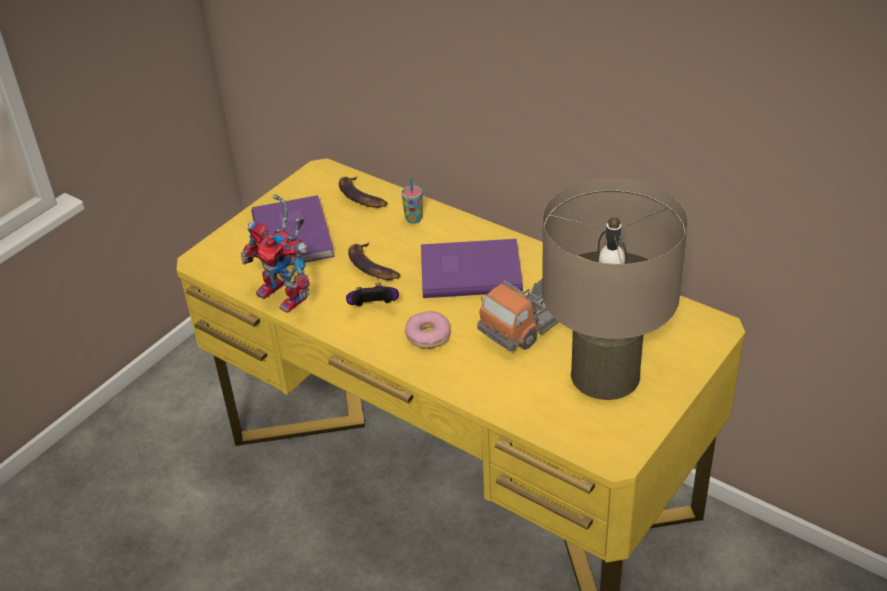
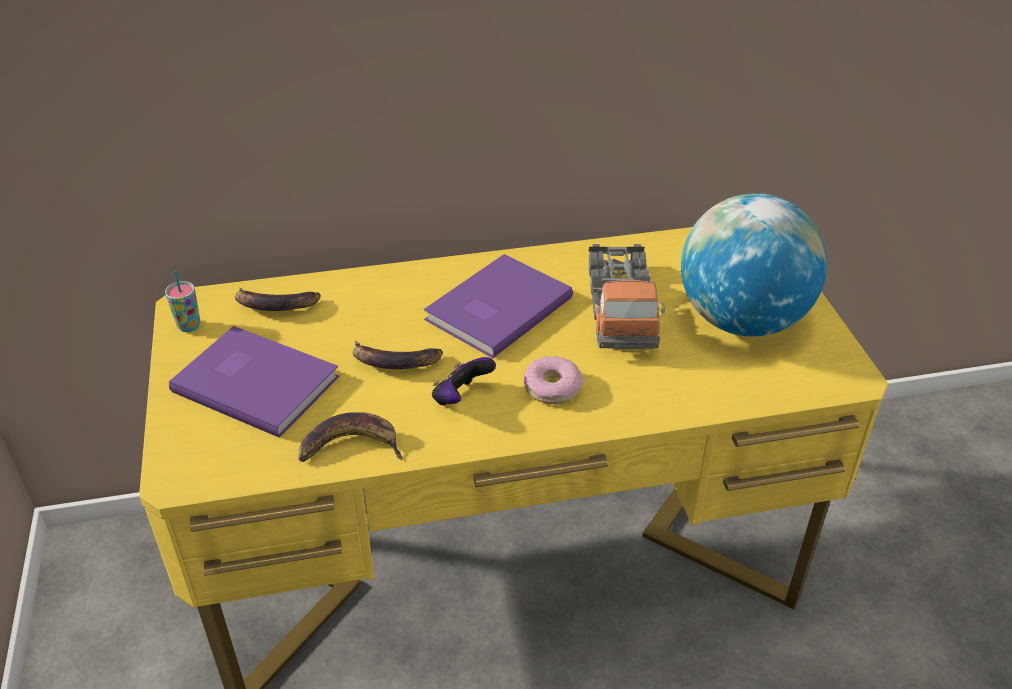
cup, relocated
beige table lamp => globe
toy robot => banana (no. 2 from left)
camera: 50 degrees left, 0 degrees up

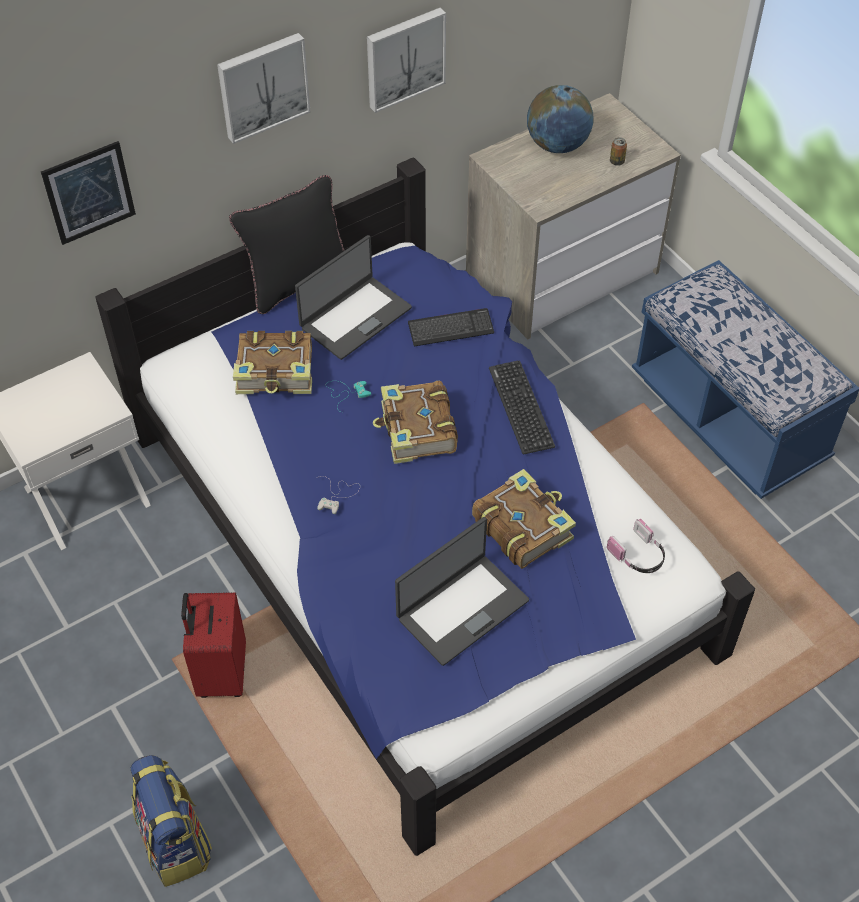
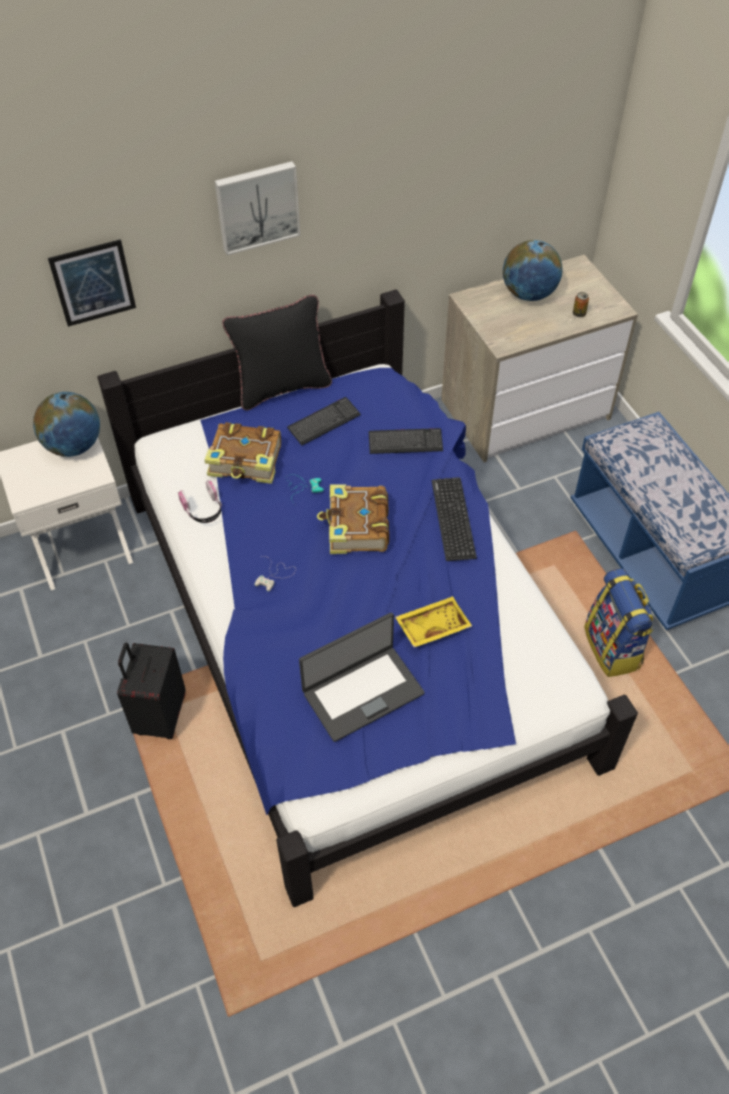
picture (no. 3 from left) => nothing
laptop (no. 1 from left) => keyboard (no. 1 from left)
book (no. 3 from left) => yellow tray
headphones, relocated
red suitcase => black suitcase
backpack, relocated
nothing => globe (no. 1 from left)
camera: 10 degrees right, 0 degrees up

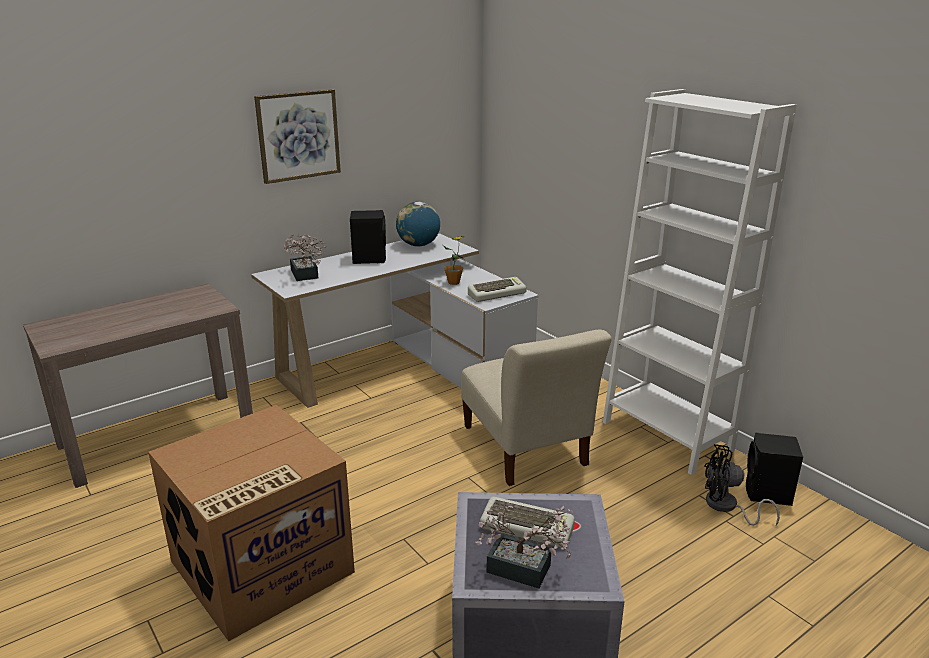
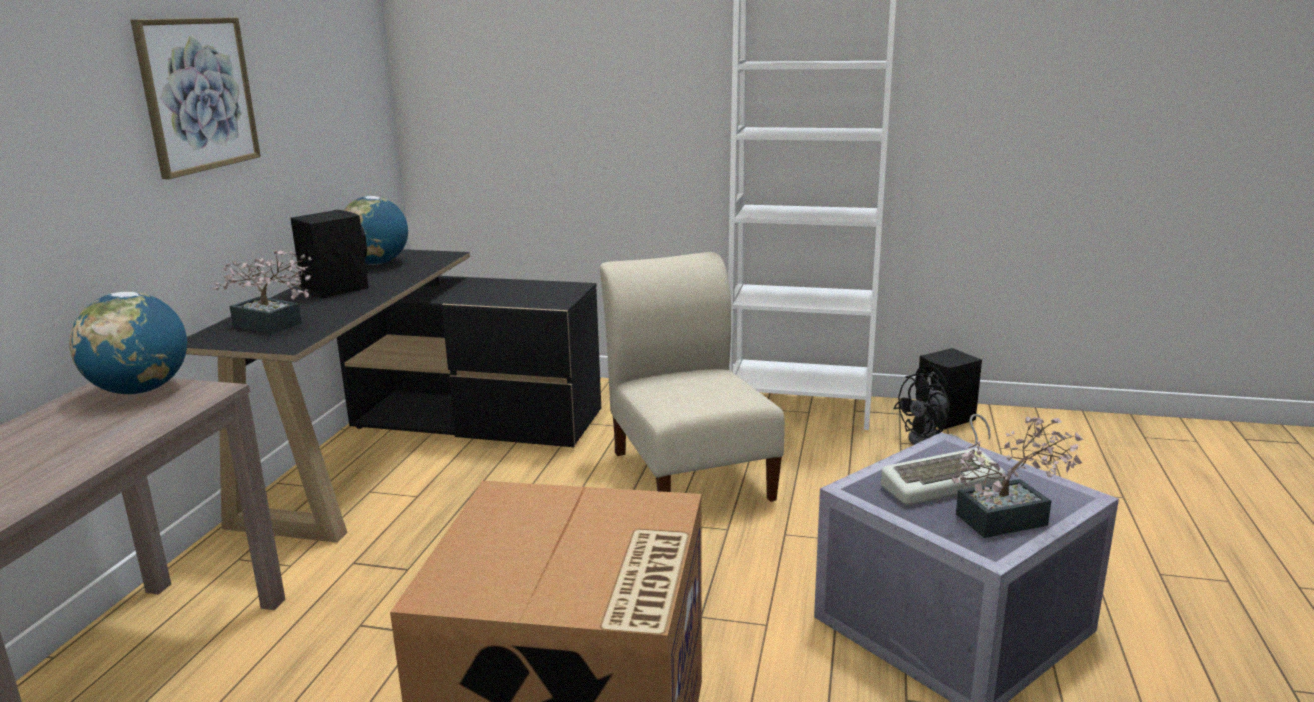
white desk => black desk
potted plant (no. 2 from left) => nothing
keyboard (no. 1 from left) => nothing
beige chair, 135 degrees counterclockwise
nothing => globe (no. 1 from left)
camera: 40 degrees left, 5 degrees down

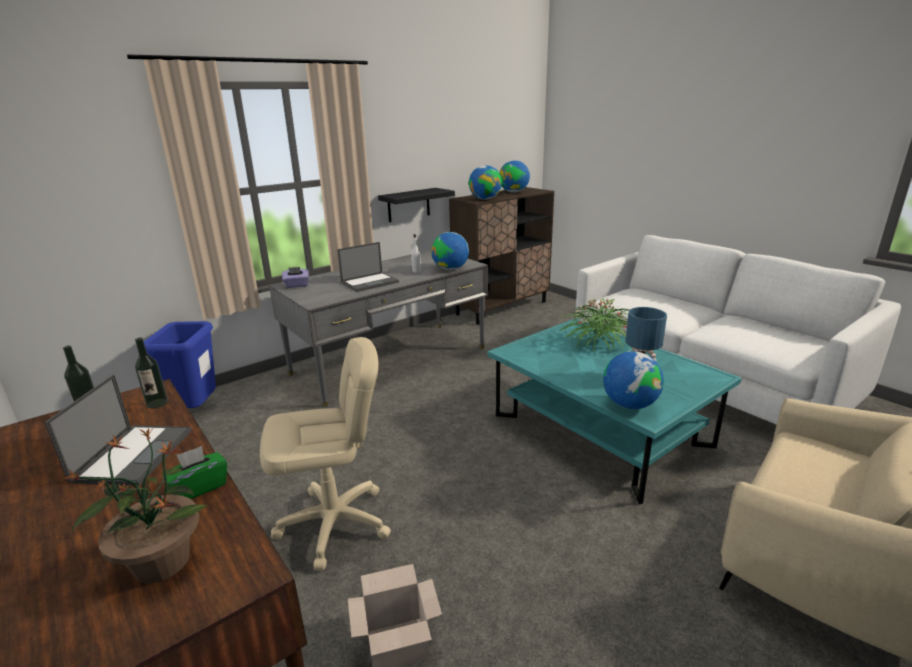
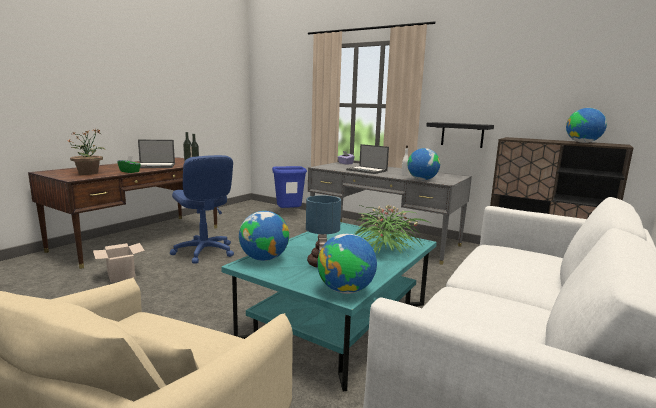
globe (no. 2 from left), relocated
beige office chair => blue office chair
camera: 70 degrees right, 10 degrees down

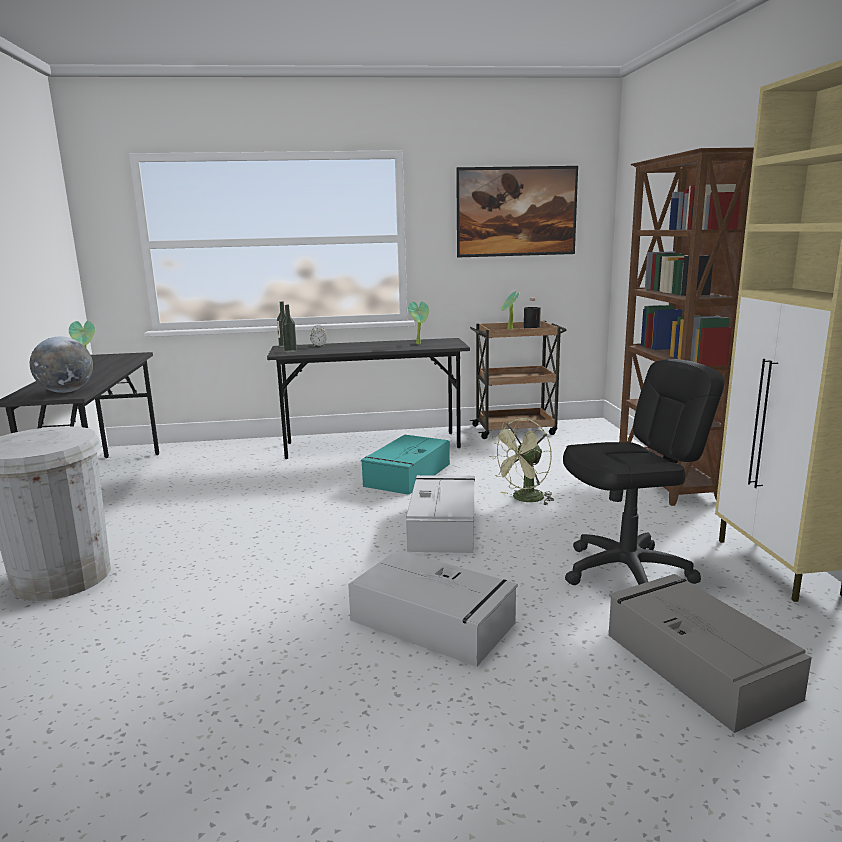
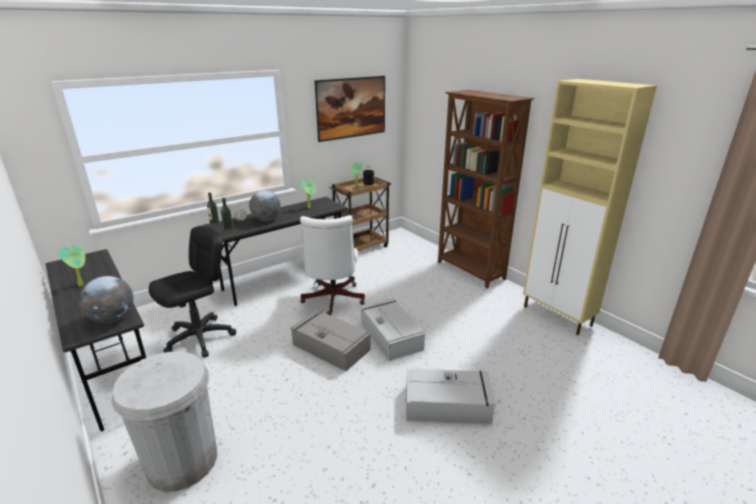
black office chair, relocated
green fan => nothing
turquoise storage box => white office chair
grey storage box (no. 3 from left in the first image) => grey storage box (no. 1 from left), relocated
nothing => globe (no. 2 from left)
camera: 30 degrees left, 10 degrees up

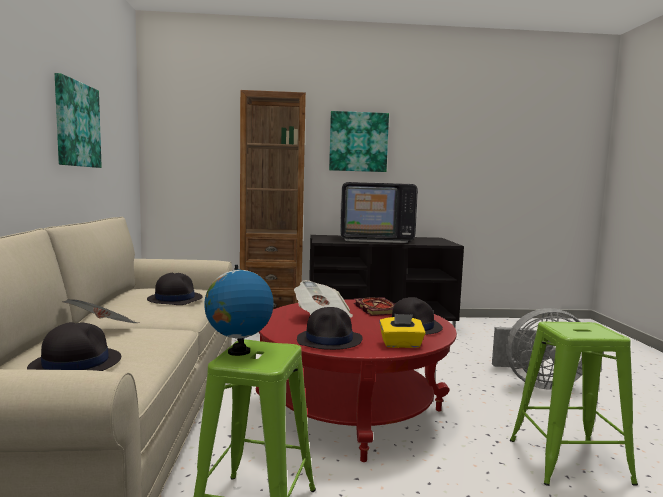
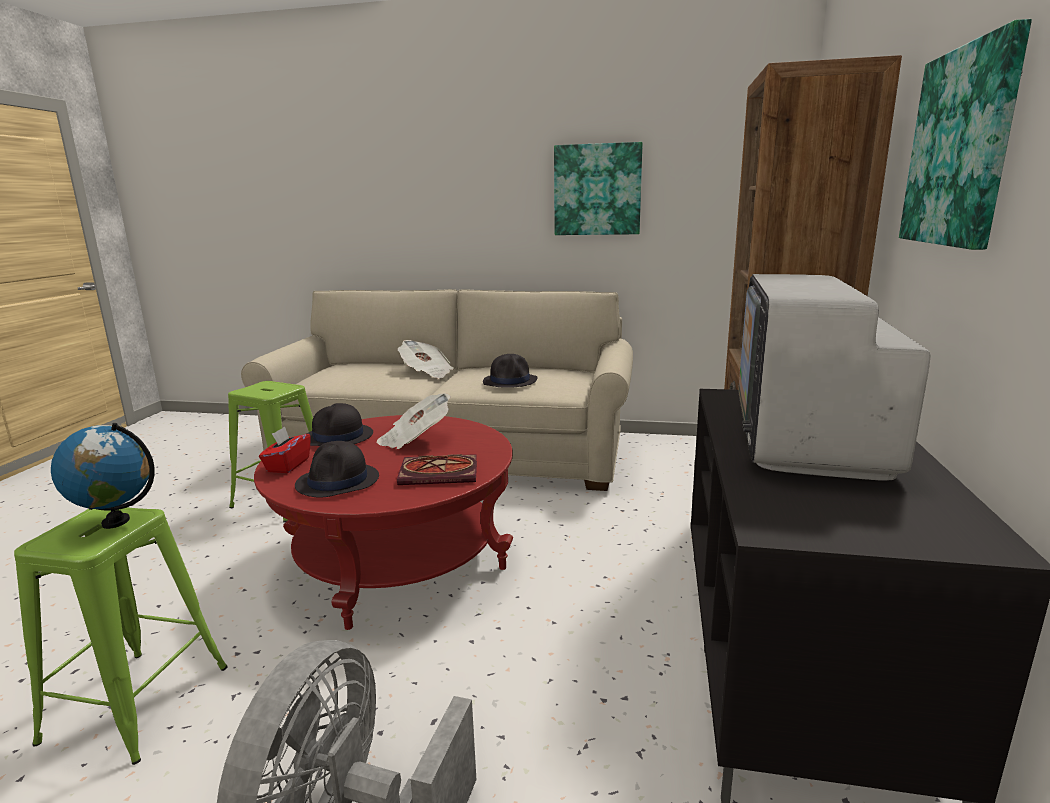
globe, relocated
yellow tissue box => red tissue box
black hat (no. 1 from left) => nothing
camera: 105 degrees right, 10 degrees up

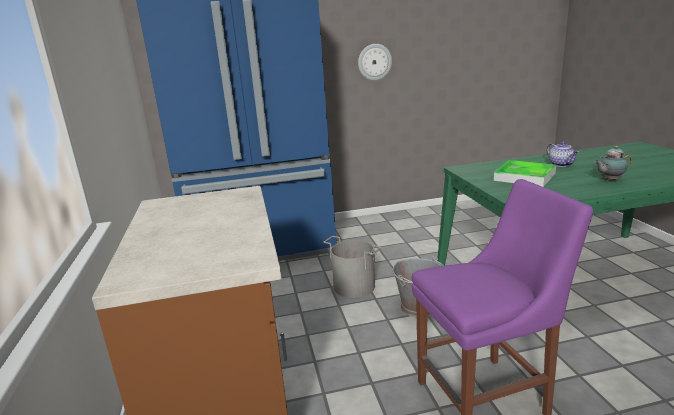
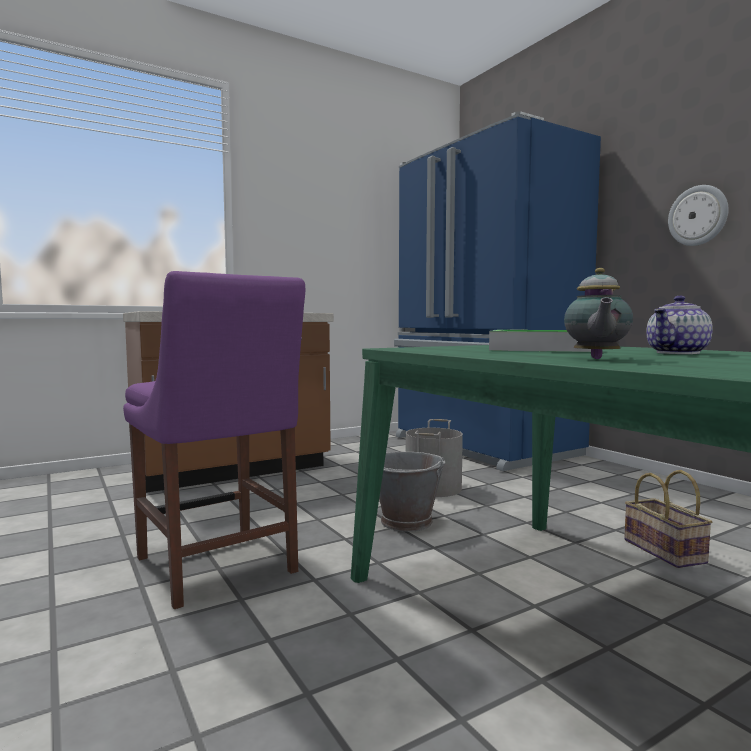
teapot (no. 2 from left in the first image) => teapot (no. 1 from left), 135 degrees counterclockwise
nothing => basket
camera: 70 degrees right, 15 degrees down

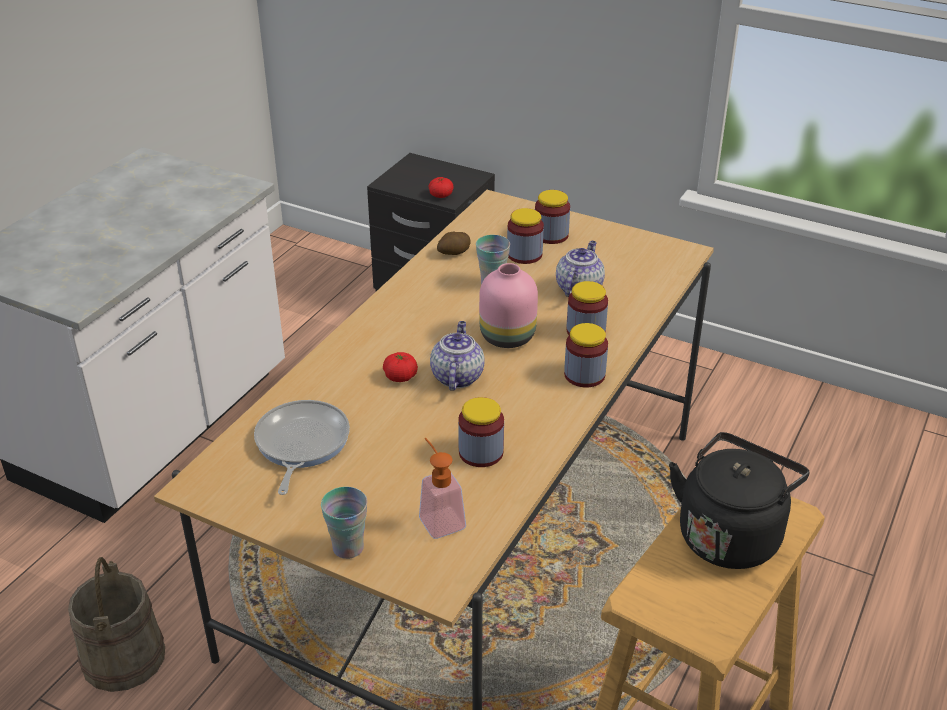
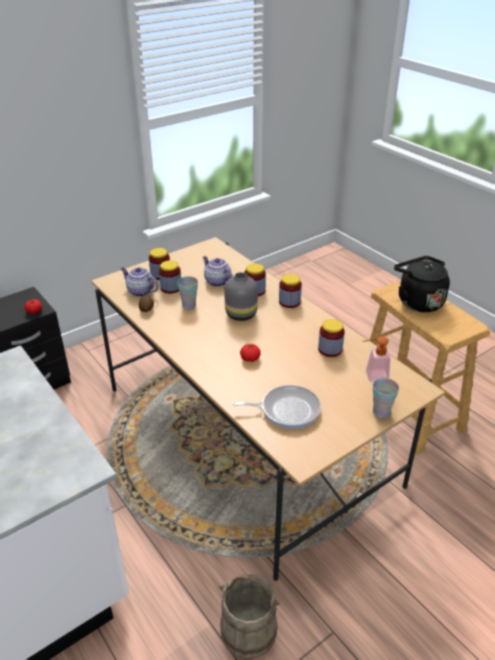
pink vase => grey vase
teapot (no. 1 from left), relocated
frying pan, 150 degrees clockwise
camera: 65 degrees left, 0 degrees up

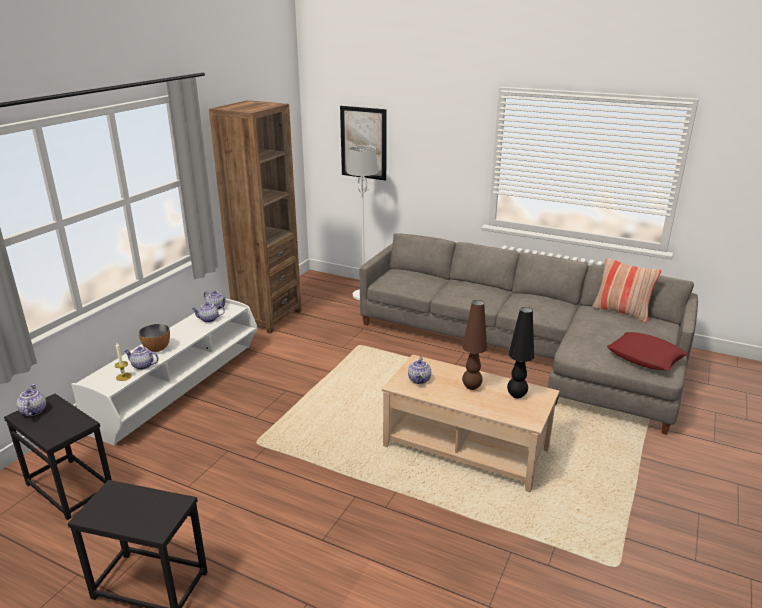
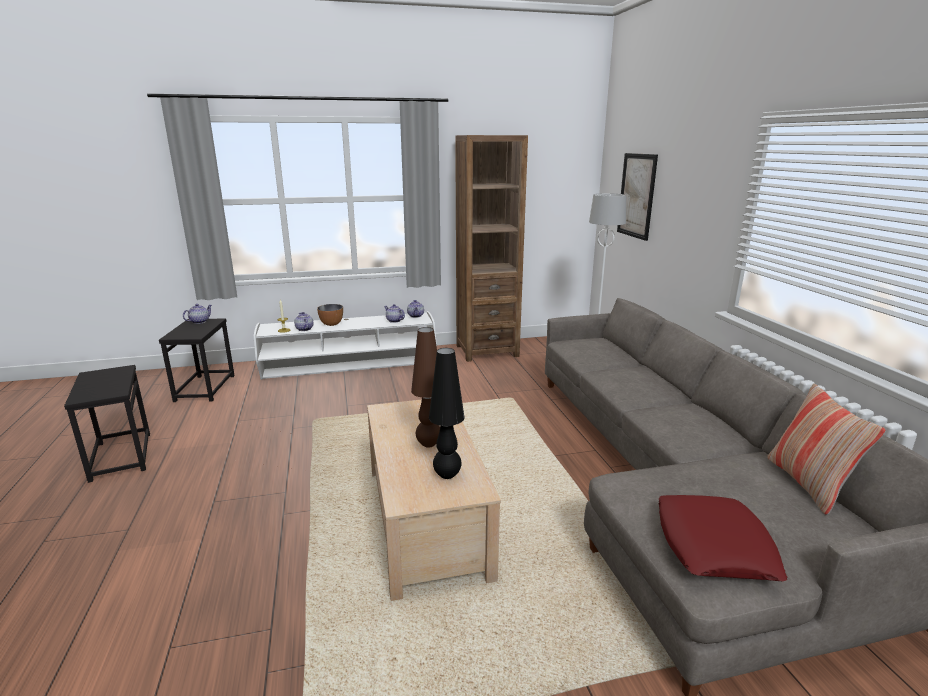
teapot (no. 5 from left) => nothing
camera: 50 degrees right, 5 degrees down

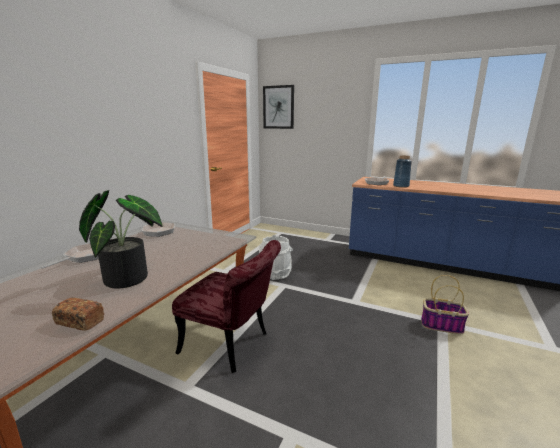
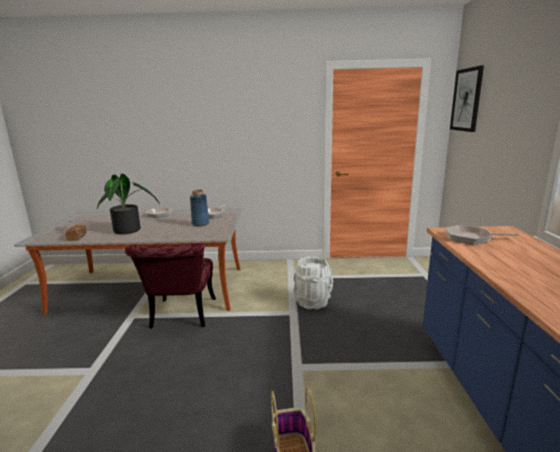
blue vase, relocated
camera: 65 degrees right, 0 degrees up

